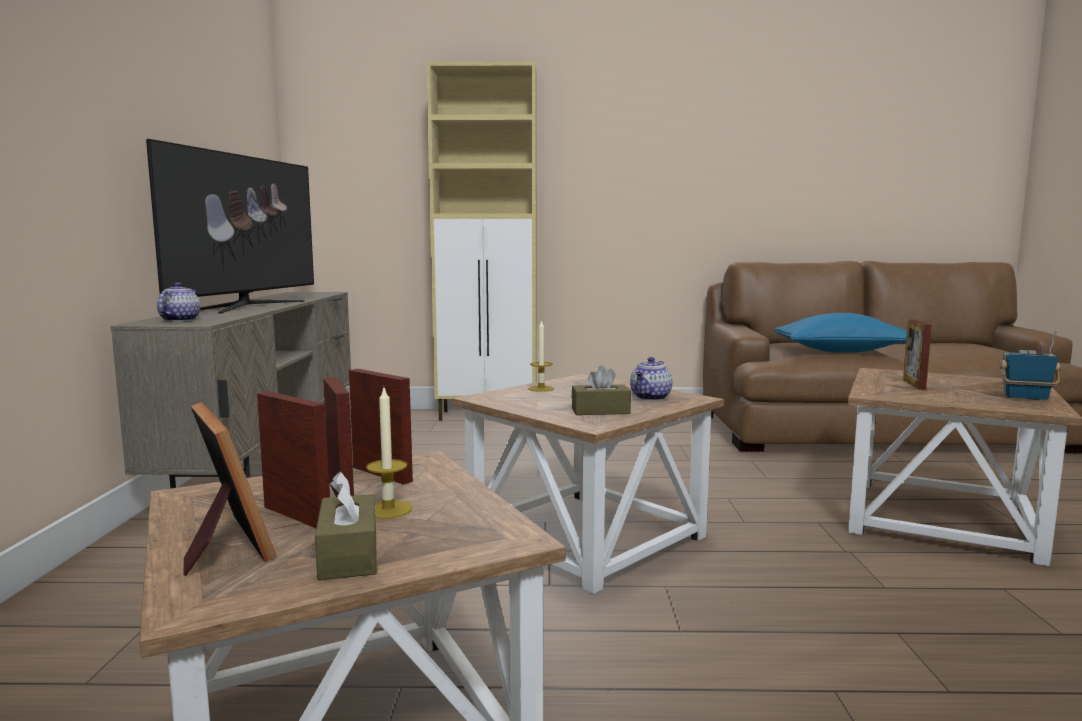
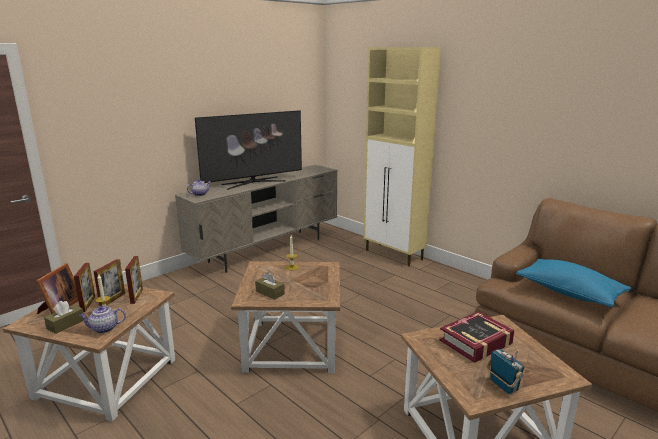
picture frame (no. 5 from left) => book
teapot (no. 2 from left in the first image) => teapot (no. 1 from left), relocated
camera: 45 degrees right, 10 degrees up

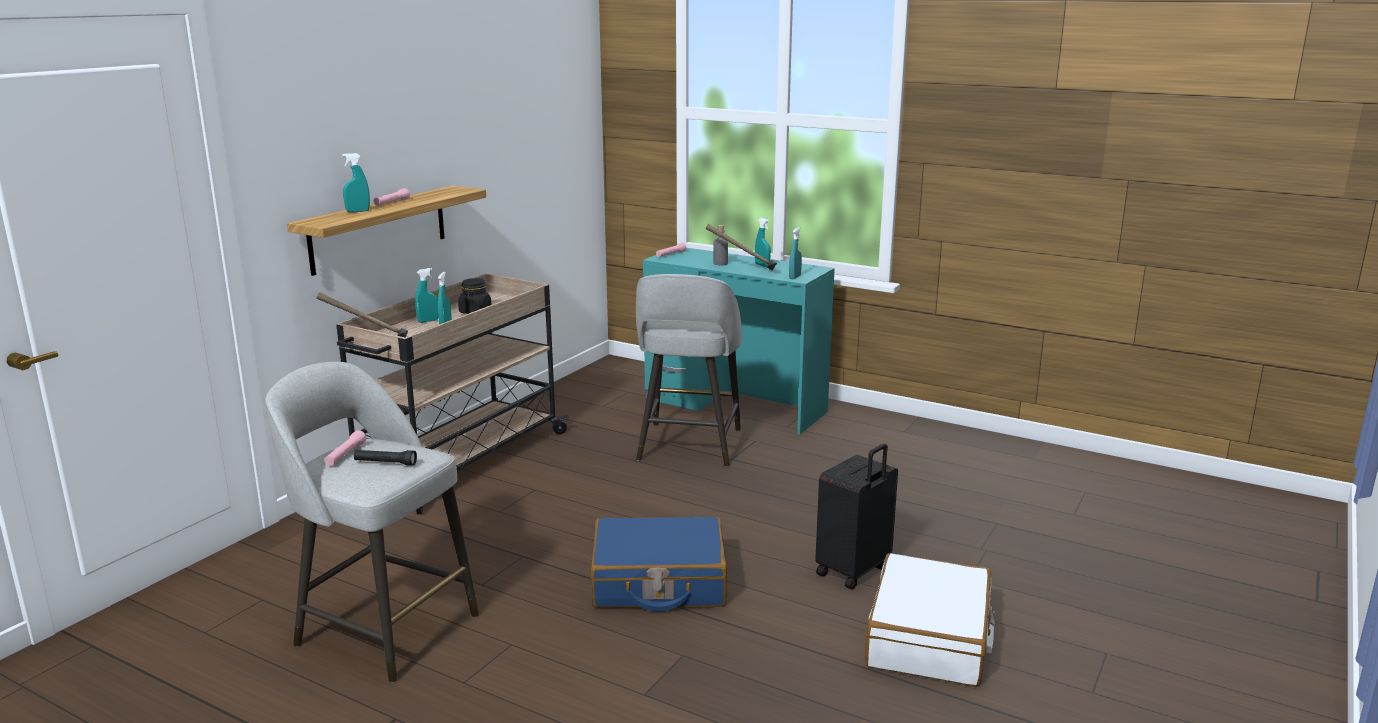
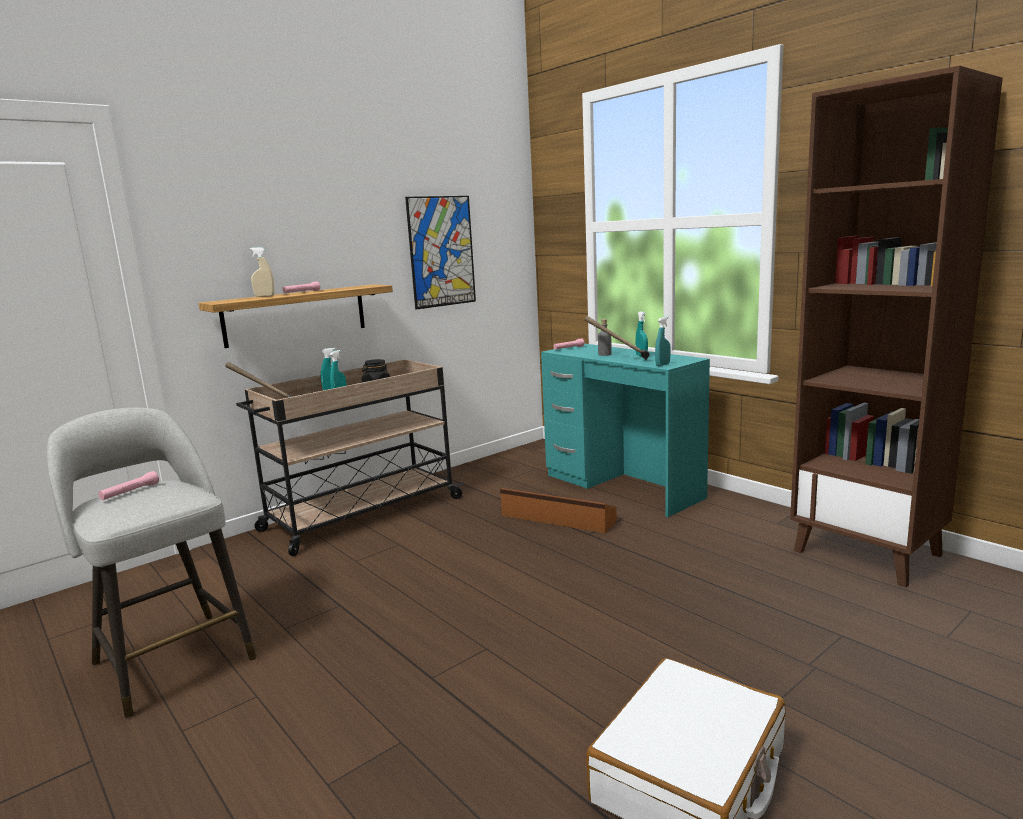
turquoise spray bottle (no. 1 from left) => beige spray bottle
grey stool (no. 2 from left) => brown storage box
black suitcase => nothing
black flashlight => nothing
blue suitcase => nothing
nothing => brown bookcase
nothing => picture
camera: 20 degrees right, 5 degrees down

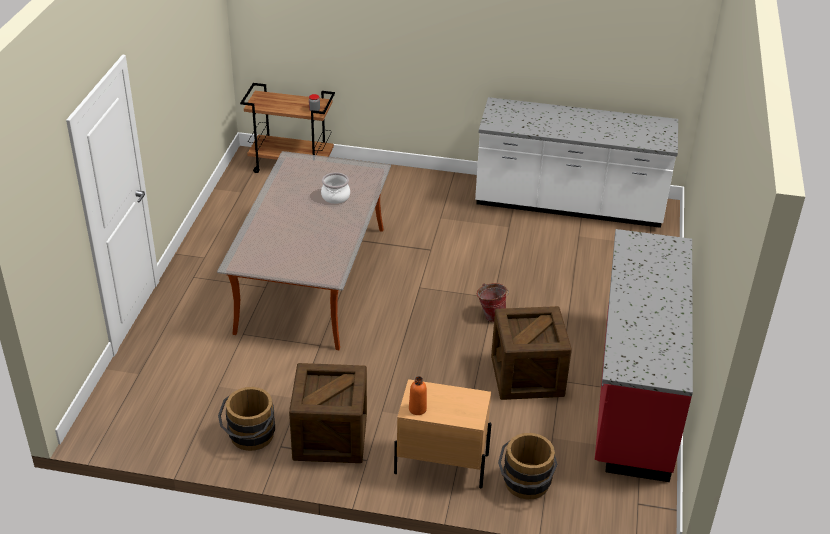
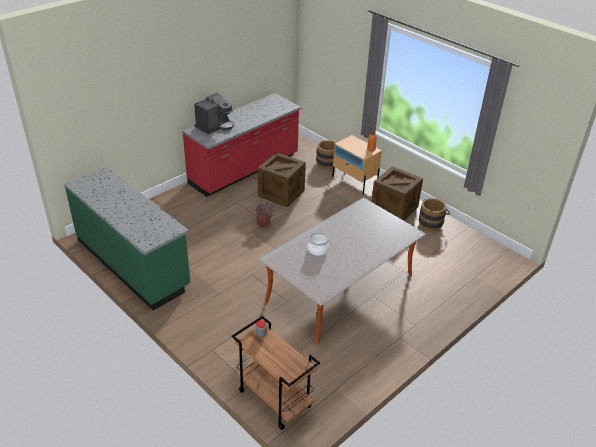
white counter => green counter
nothing => coffee machine
camera: 145 degrees left, 0 degrees up

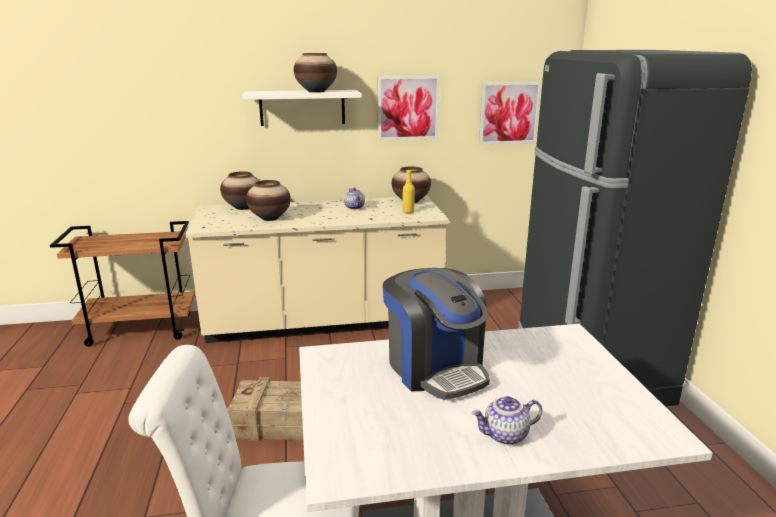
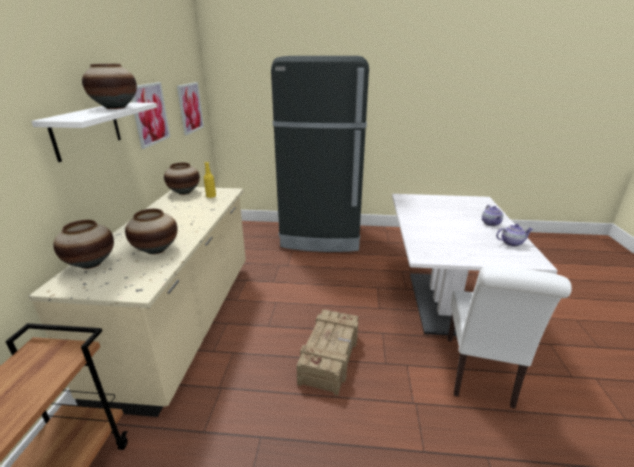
teapot (no. 1 from left in the first image) => teapot (no. 2 from left), relocated
coffee machine => nothing
camera: 75 degrees left, 5 degrees up

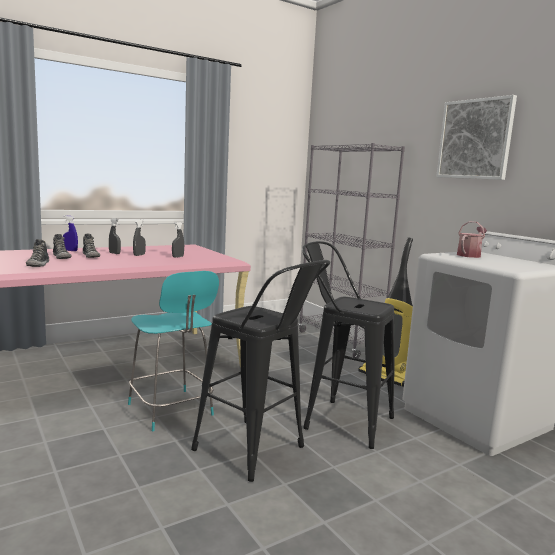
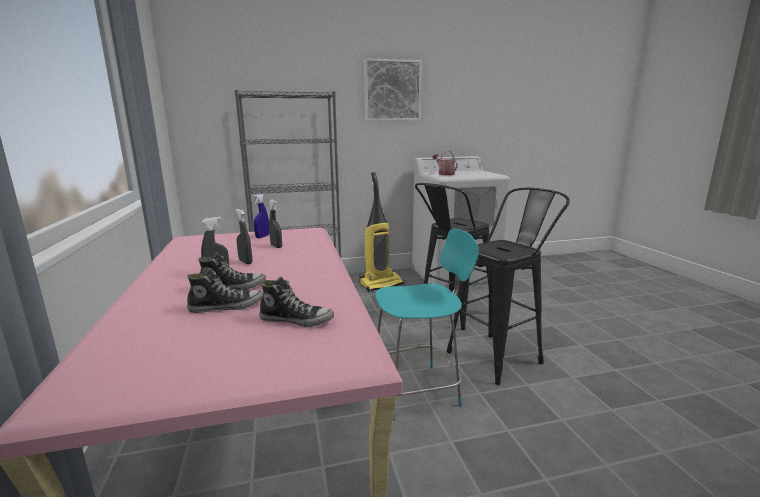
blue spray bottle, relocated
camera: 70 degrees left, 5 degrees up

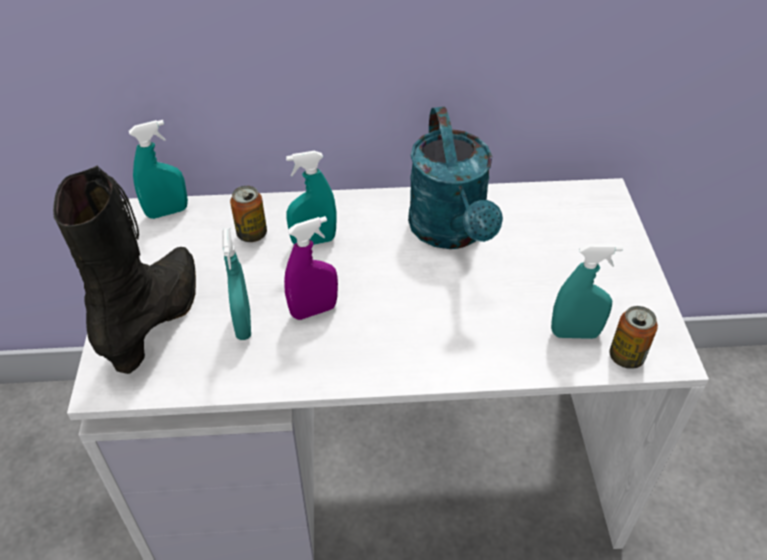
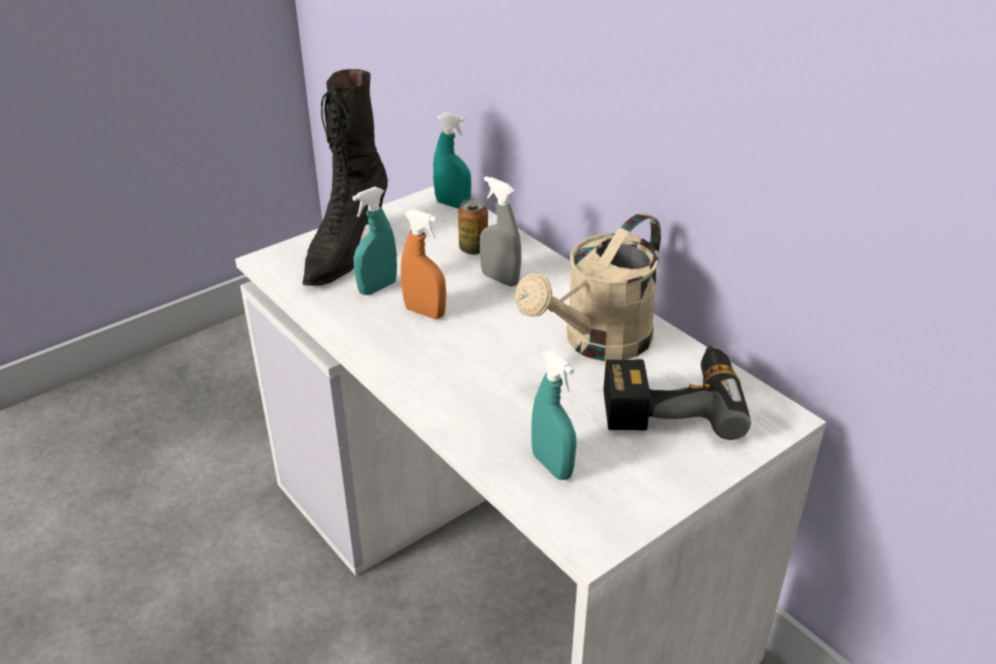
turquoise watering can => beige watering can
turquoise spray bottle (no. 3 from left) => grey spray bottle
black boot, 135 degrees clockwise
purple spray bottle => orange spray bottle
can (no. 2 from left) => nothing
nothing => power drill
camera: 55 degrees right, 10 degrees down

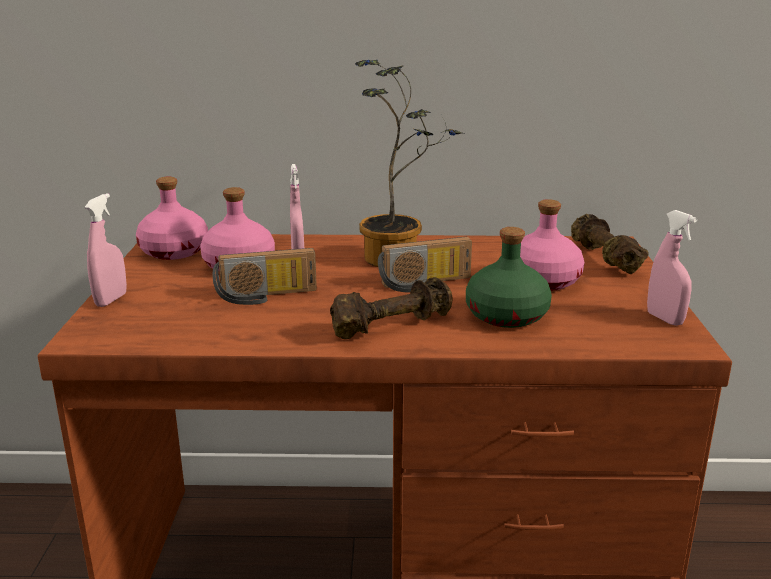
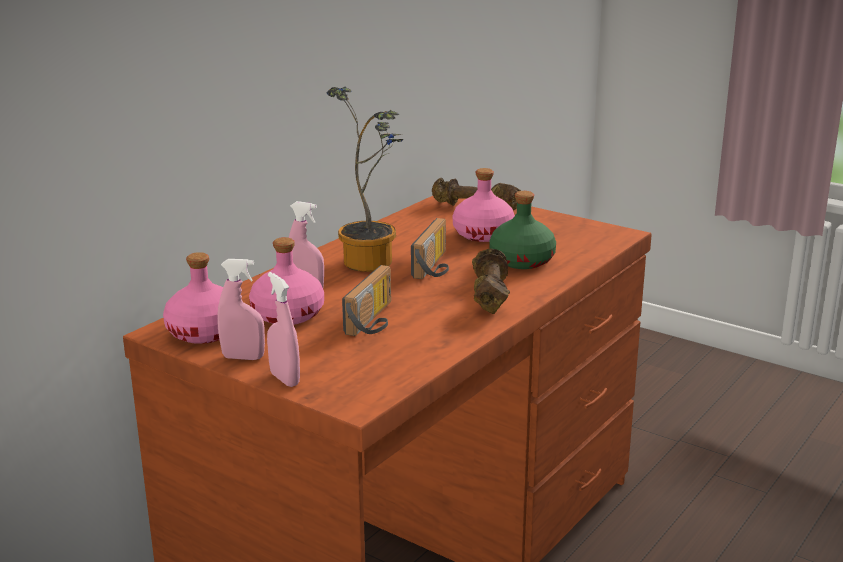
pink spray bottle (no. 3 from left in the first image) => pink spray bottle (no. 1 from left), relocated
camera: 55 degrees left, 0 degrees up

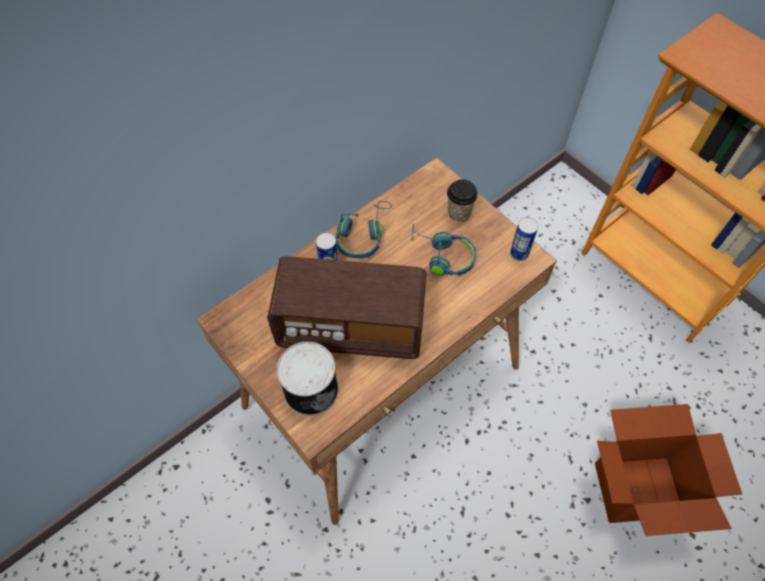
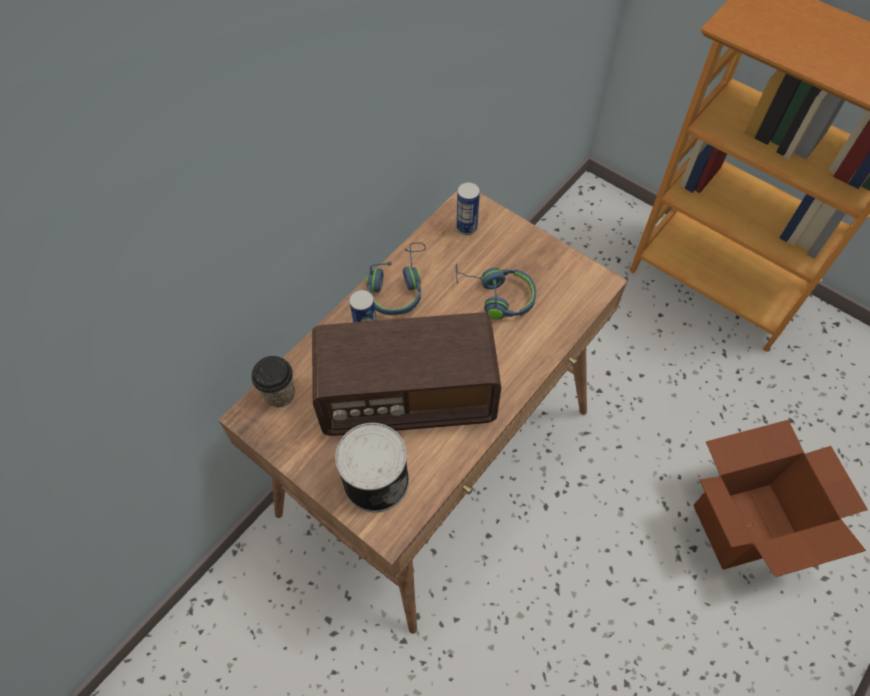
cup, relocated
can (no. 3 from left), relocated
camera: 10 degrees left, 0 degrees up

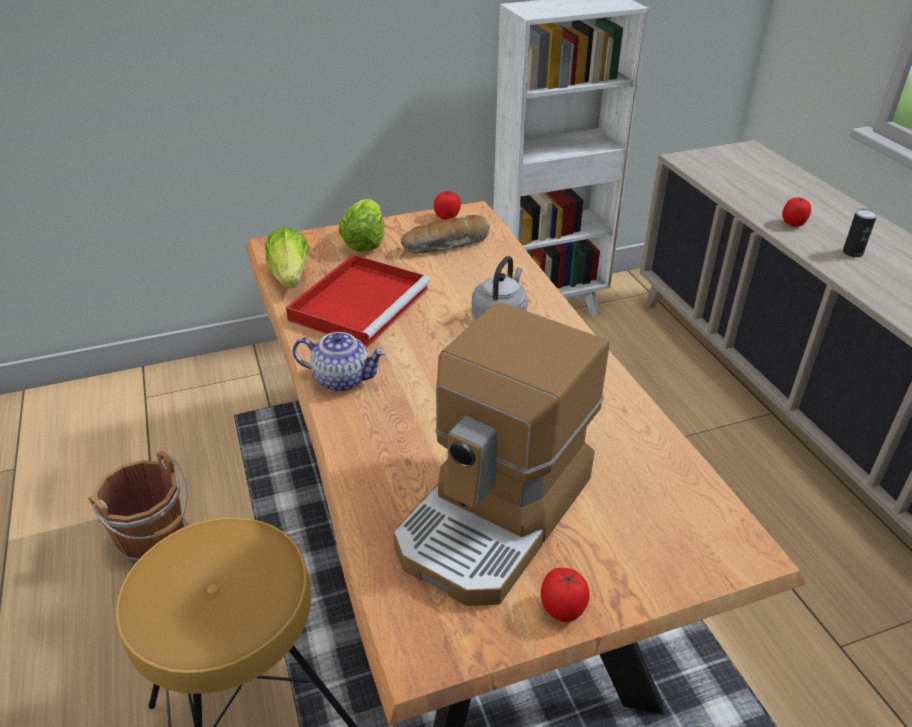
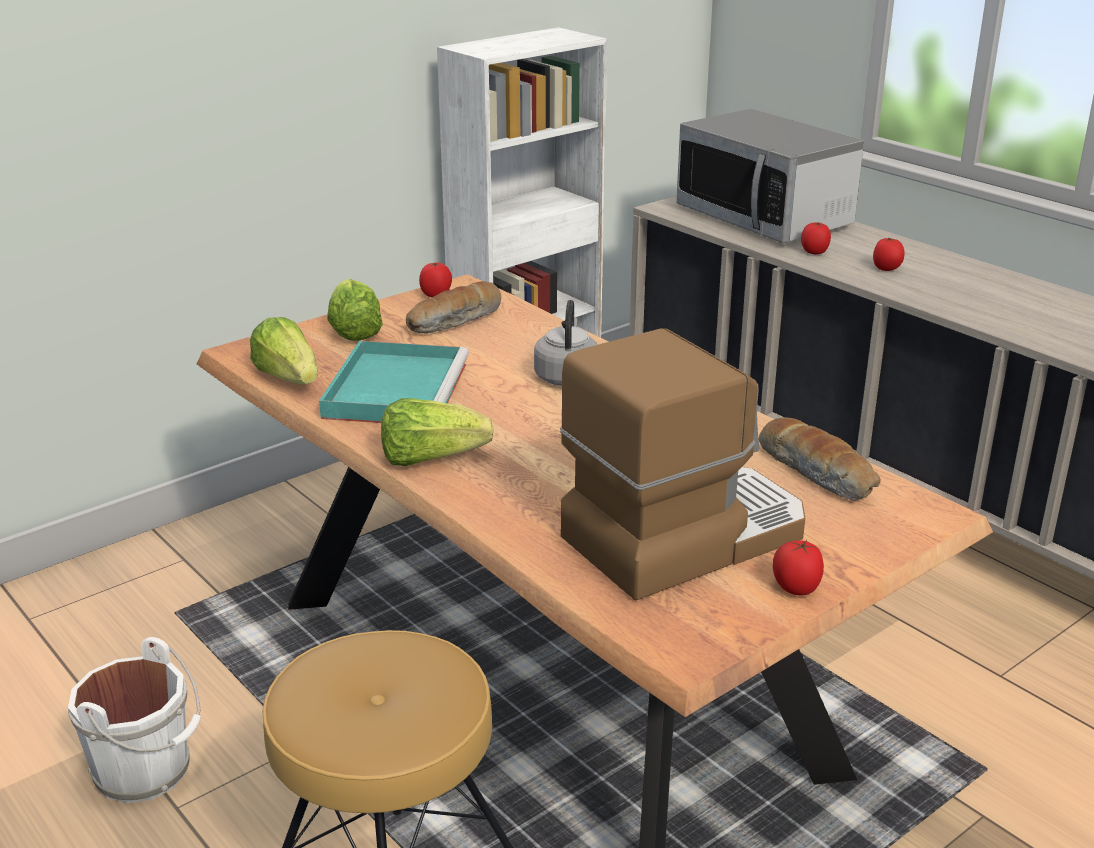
can => tomato (no. 4 from left)
red tray => turquoise tray
coffee machine, 135 degrees counterclockwise
teapot => lettuce (no. 3 from left)
brown bucket => white bucket
nothing => microwave
nothing => bread (no. 2 from left)
camera: 20 degrees left, 10 degrees down

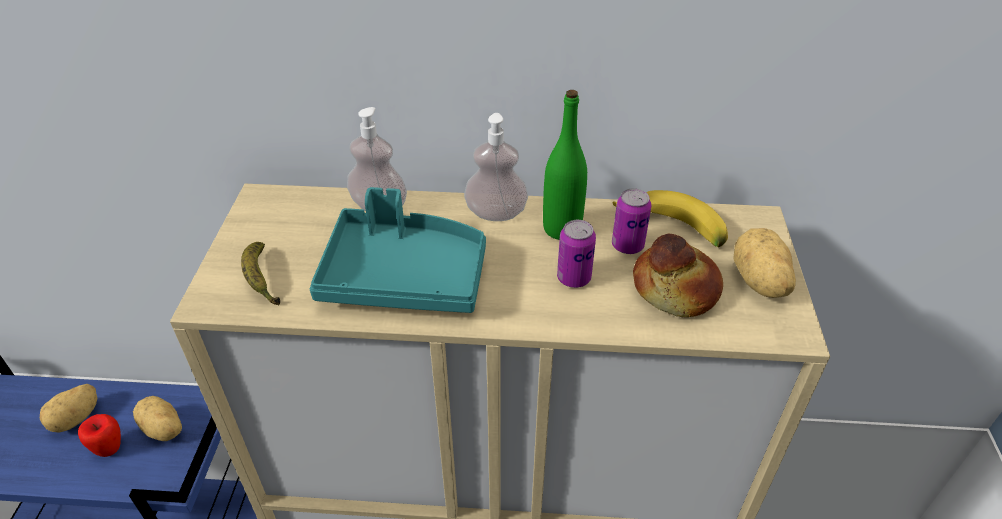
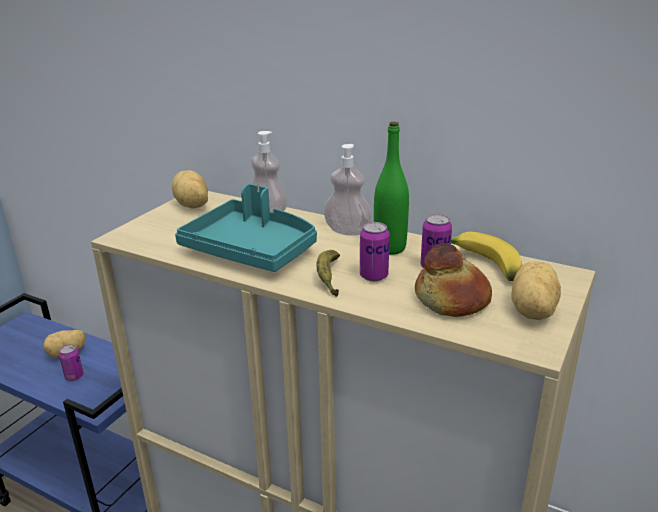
banana (no. 1 from left), relocated
potato (no. 2 from left), relocated
apple => can (no. 1 from left)
camera: 25 degrees right, 15 degrees down

